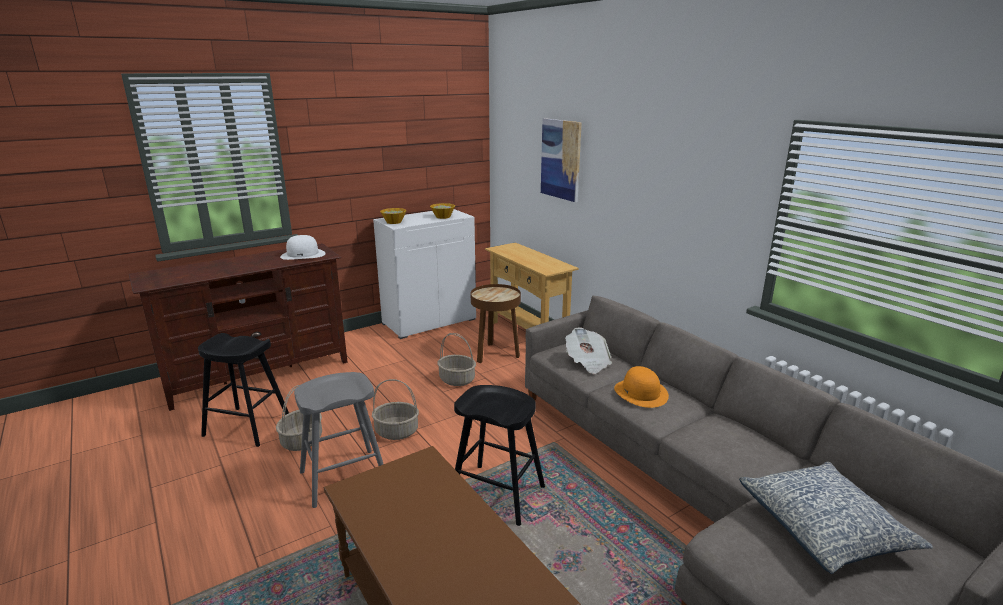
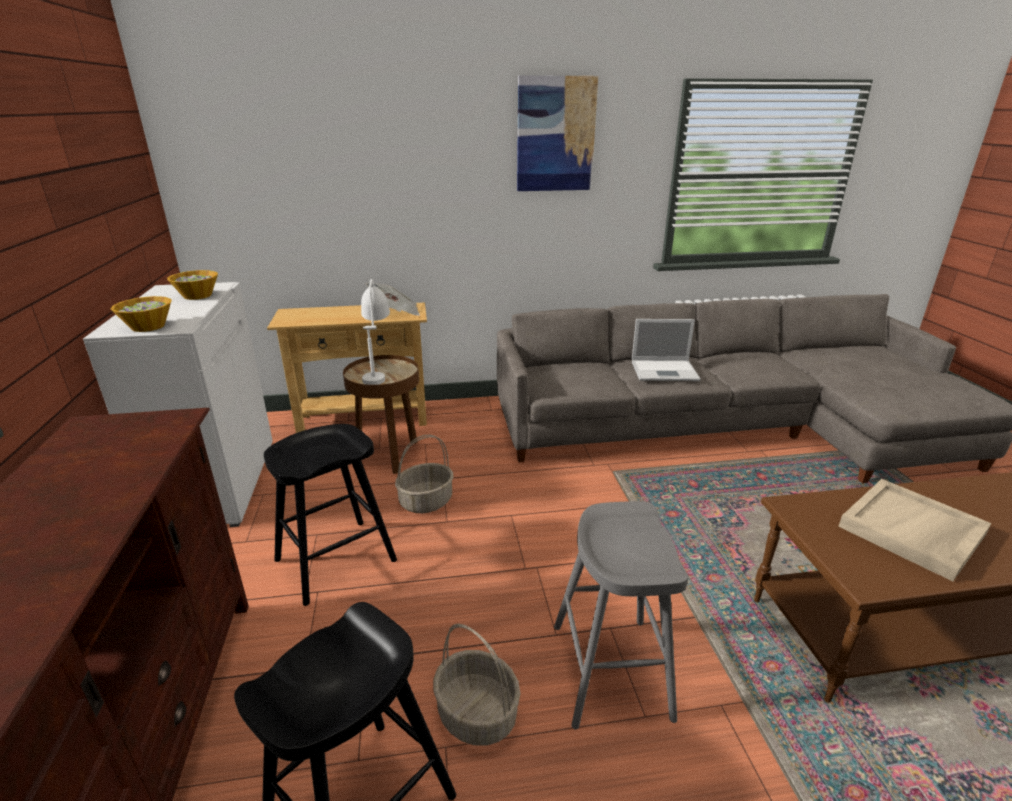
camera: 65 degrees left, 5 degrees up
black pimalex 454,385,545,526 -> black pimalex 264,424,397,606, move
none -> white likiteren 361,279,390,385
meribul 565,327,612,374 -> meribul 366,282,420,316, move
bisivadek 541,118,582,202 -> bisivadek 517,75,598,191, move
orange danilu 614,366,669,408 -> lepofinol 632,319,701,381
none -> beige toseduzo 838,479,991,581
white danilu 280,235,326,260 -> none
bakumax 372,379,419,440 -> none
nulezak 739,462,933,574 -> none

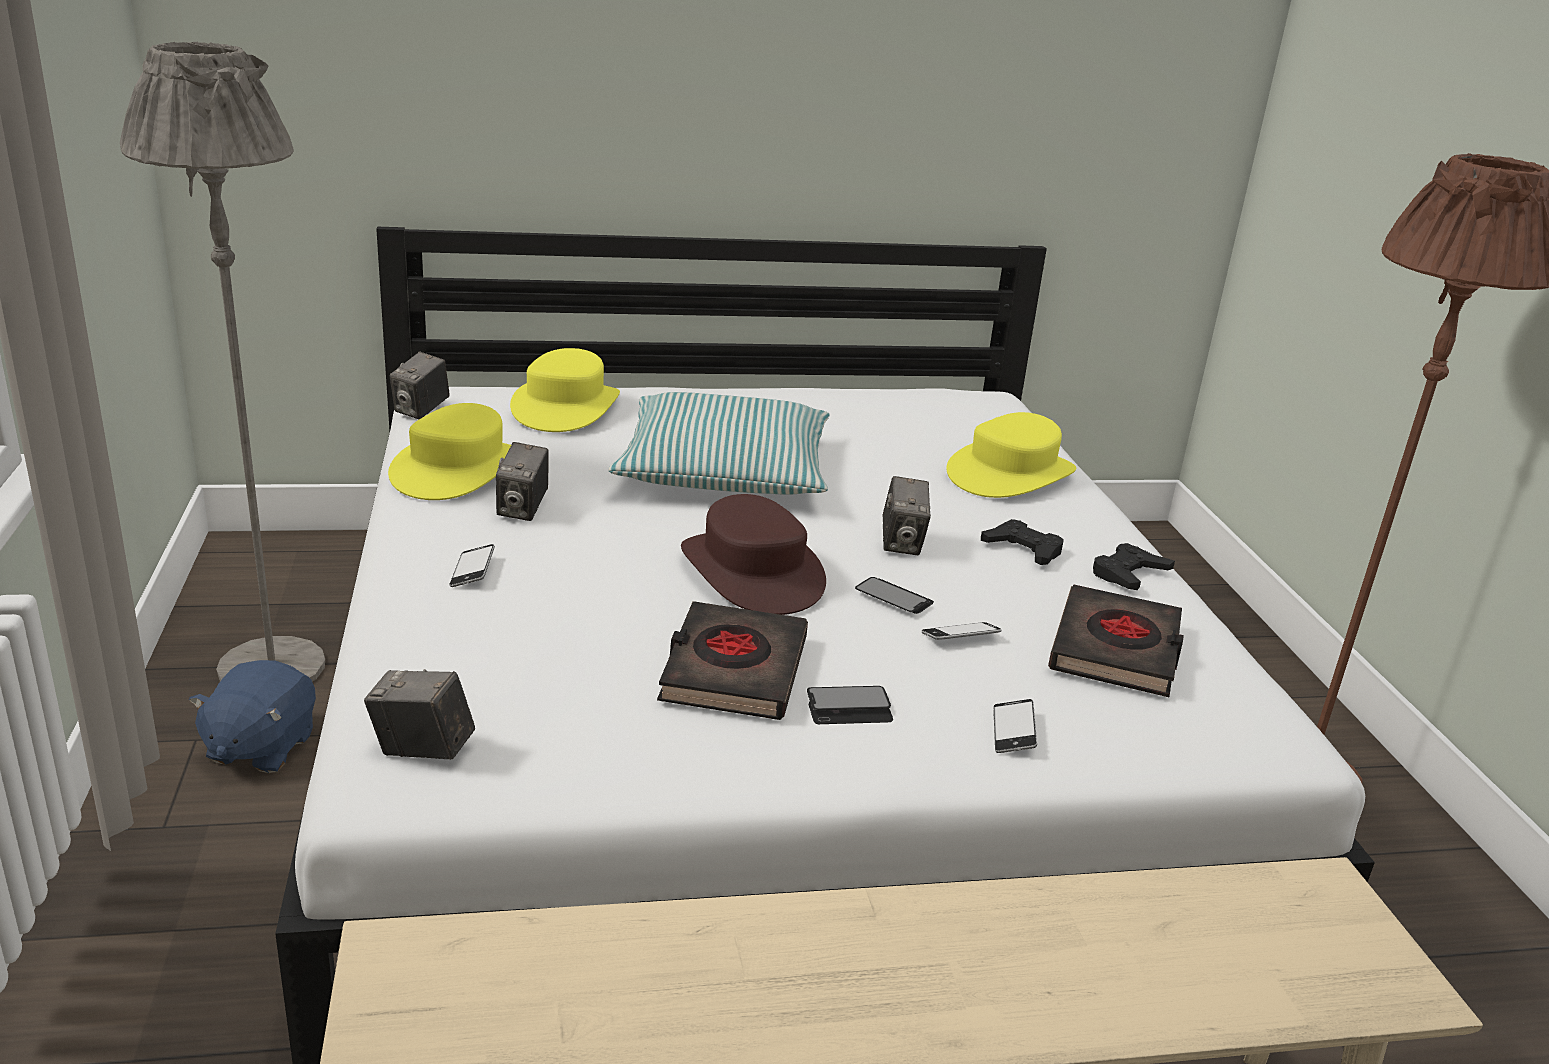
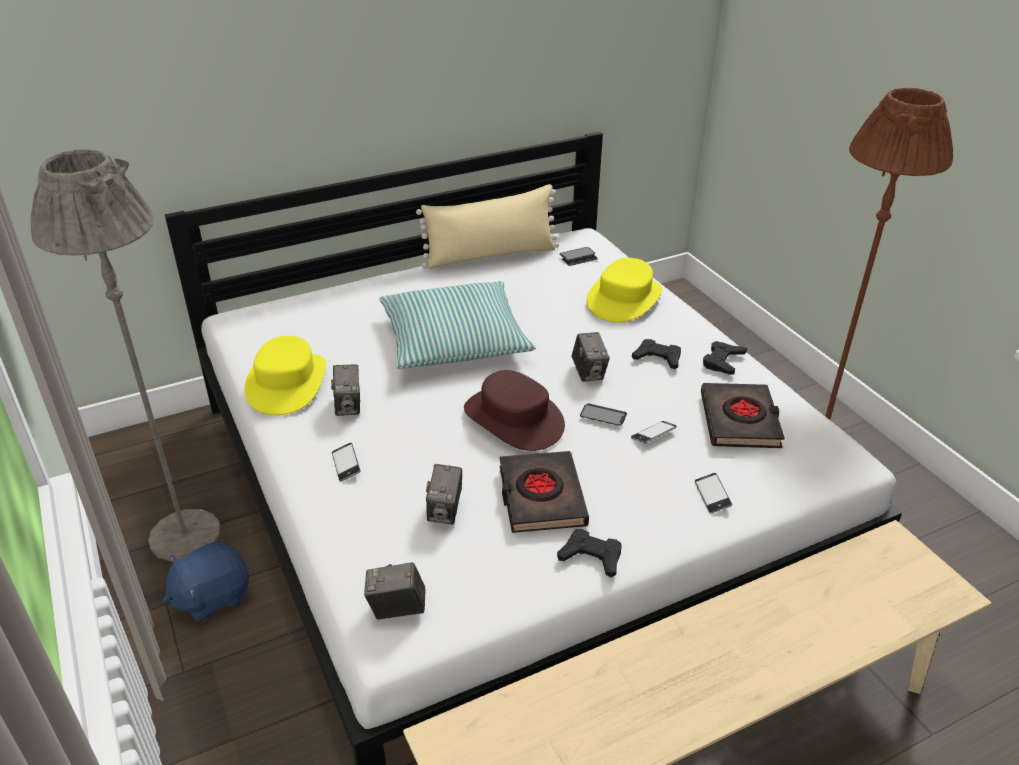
camera: 15 degrees left, 10 degrees up
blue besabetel 189,660,316,773 -> blue besabetel 163,541,249,623, 60 degrees clockwise
none -> beige nulezak 416,184,559,269
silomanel 389,352,450,419 -> silomanel 426,464,462,524, move
none -> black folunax 557,529,622,577
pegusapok 807,686,893,724 -> pegusapok 560,247,598,266, move
yellow danilu 510,348,620,432 -> none

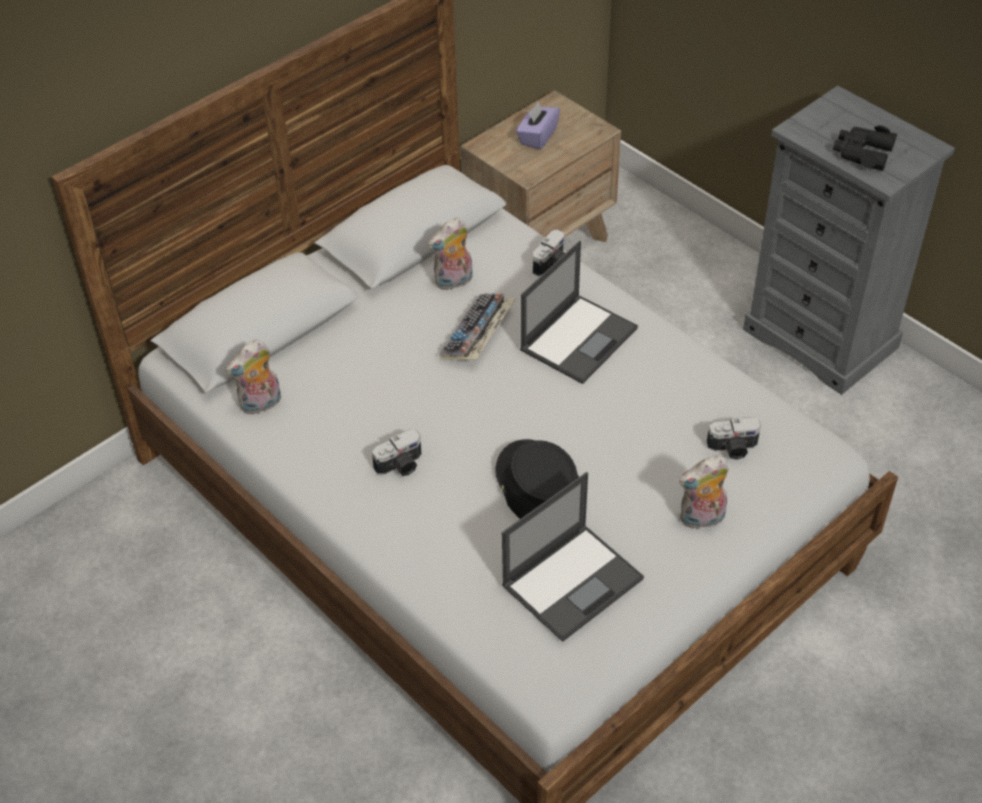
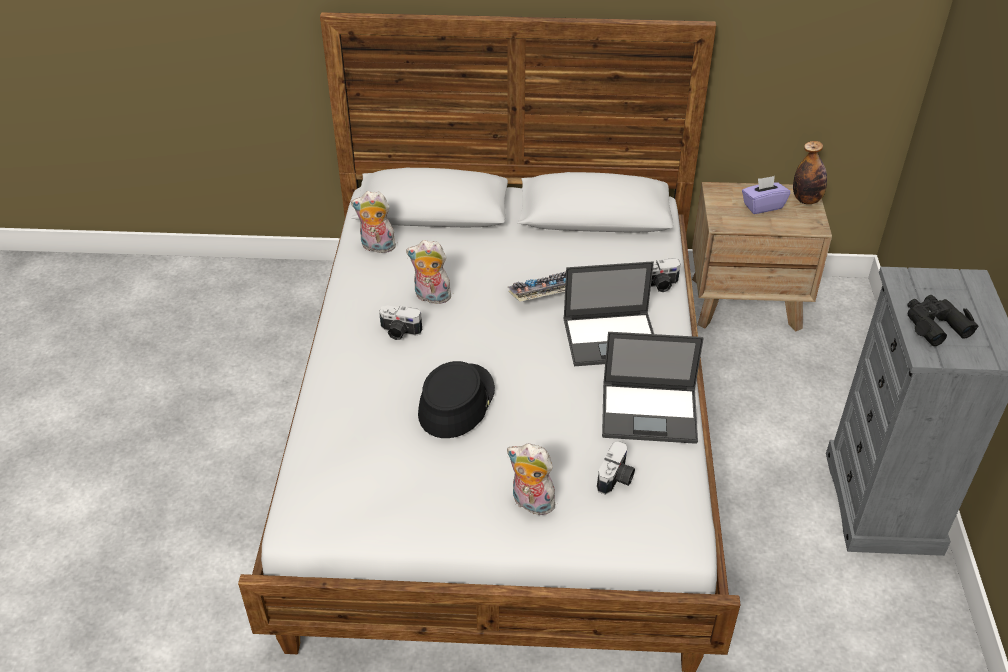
camera: 45 degrees right, 5 degrees down
besabetel 428,217,473,290 -> besabetel 406,240,451,304, move
silomanel 707,417,761,460 -> silomanel 597,441,635,495, 105 degrees counterclockwise
lepofinol 502,472,644,642 -> lepofinol 602,332,704,444, move
none -> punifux 793,141,827,204

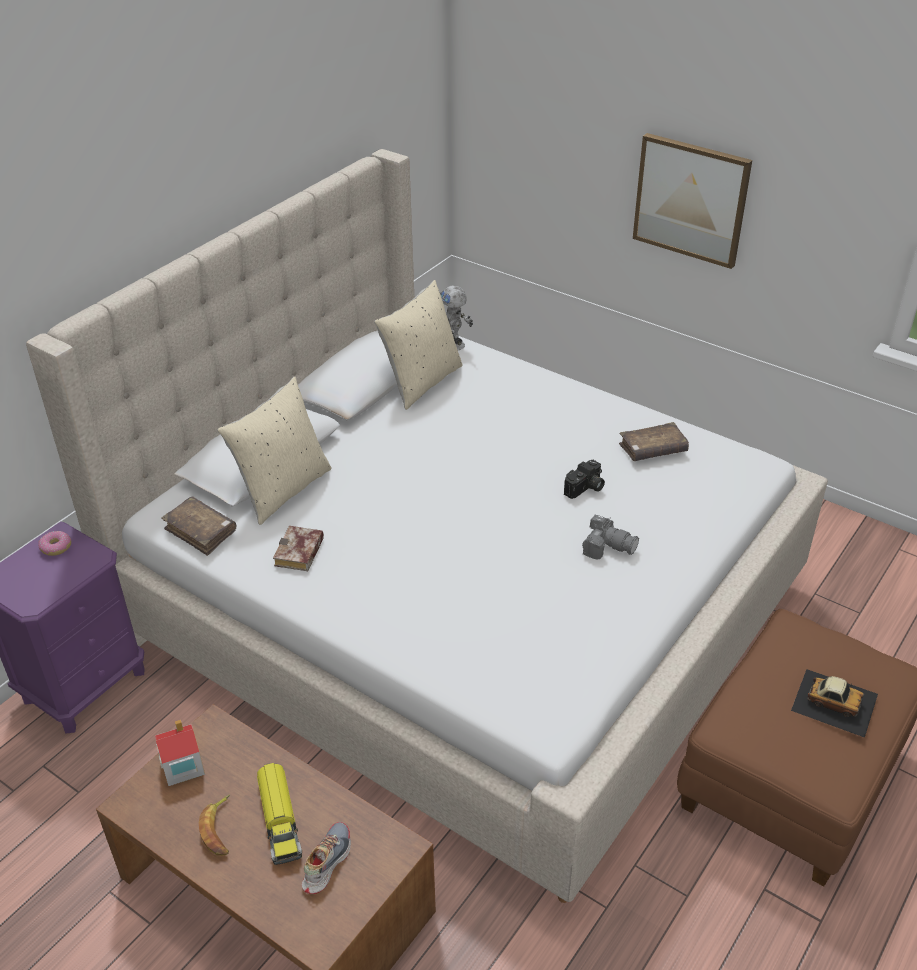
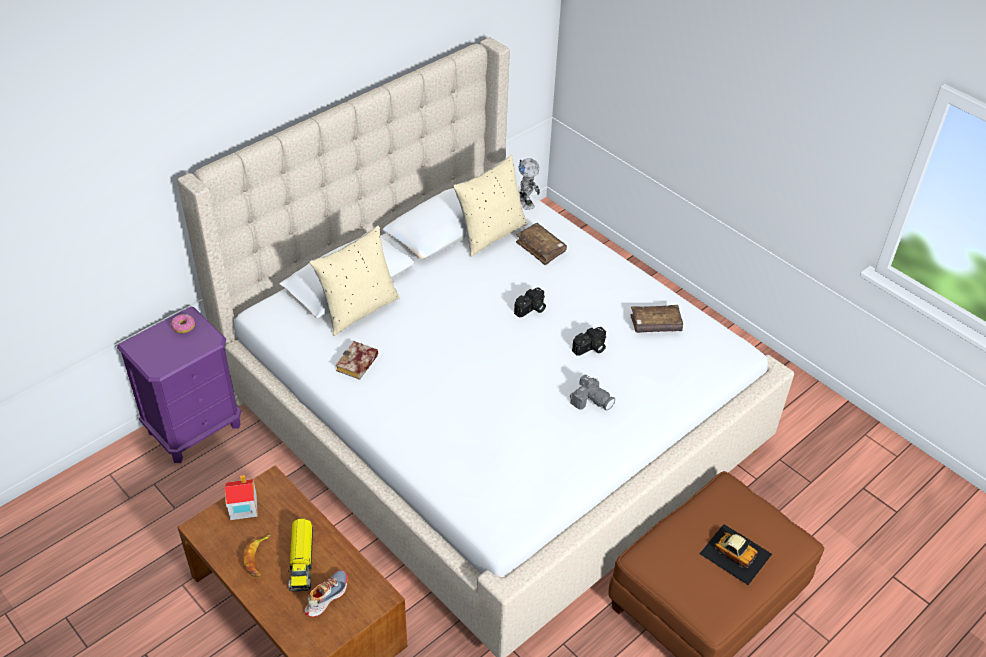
camera: 10 degrees right, 5 degrees up
none -> silomanel 514,287,546,318
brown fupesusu 161,497,236,556 -> brown fupesusu 516,223,567,265, move
bisivadek 633,133,752,269 -> none

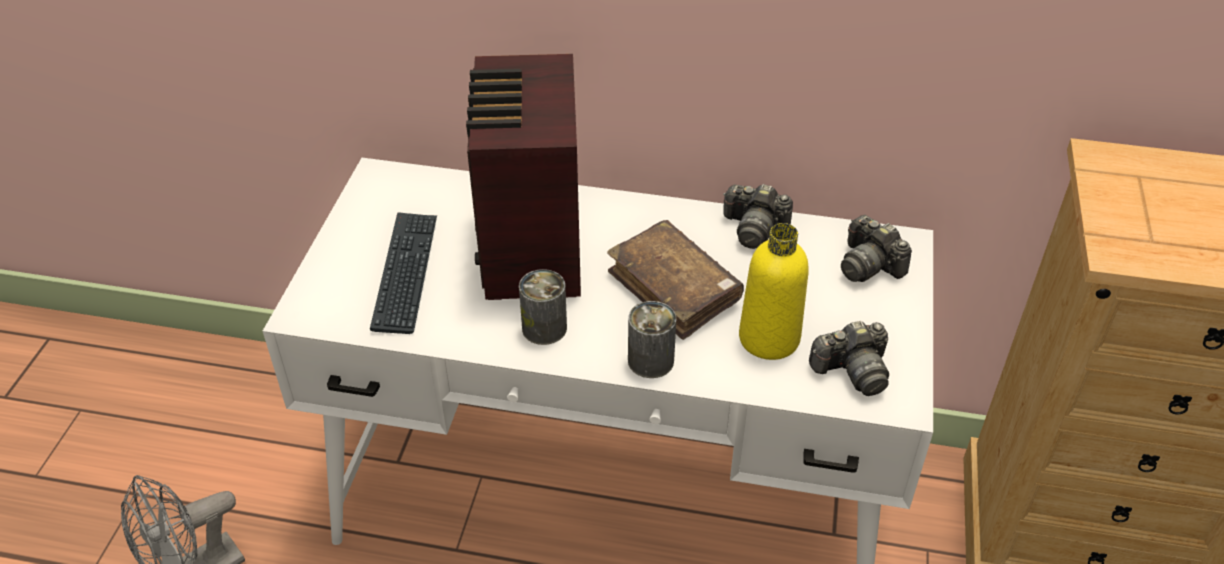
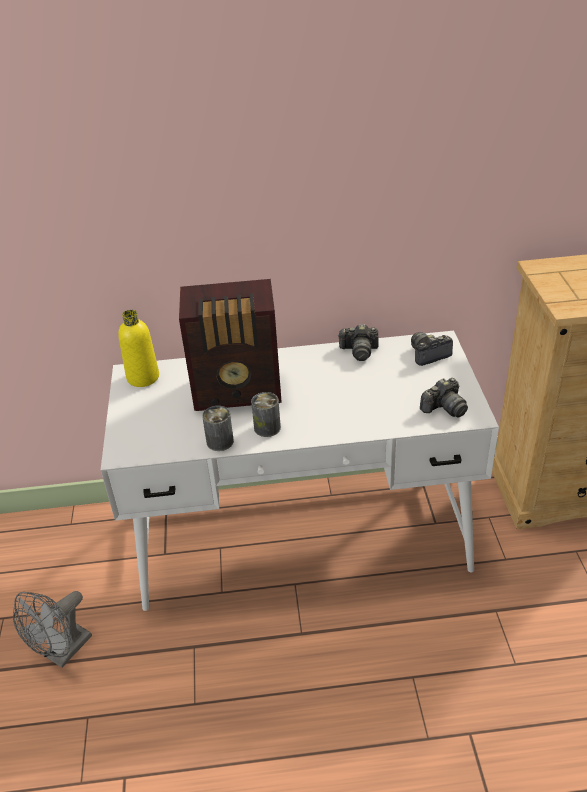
camera: 15 degrees left, 5 degrees down
yellow punifux 739,223,809,360 -> yellow punifux 118,310,159,387, move
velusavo 466,54,581,300 -> velusavo 179,279,282,411, 75 degrees counterclockwise
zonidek 628,301,676,378 -> zonidek 202,406,234,451, move
silomanel 841,215,912,282 -> silomanel 411,332,453,366, 120 degrees clockwise
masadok 370,212,437,334 -> none
brown fupesusu 607,220,744,340 -> none

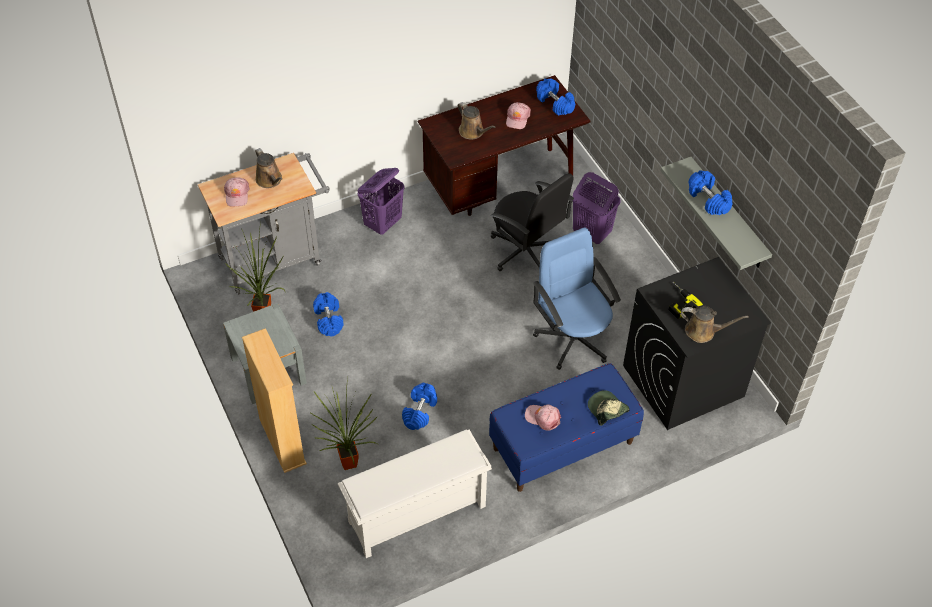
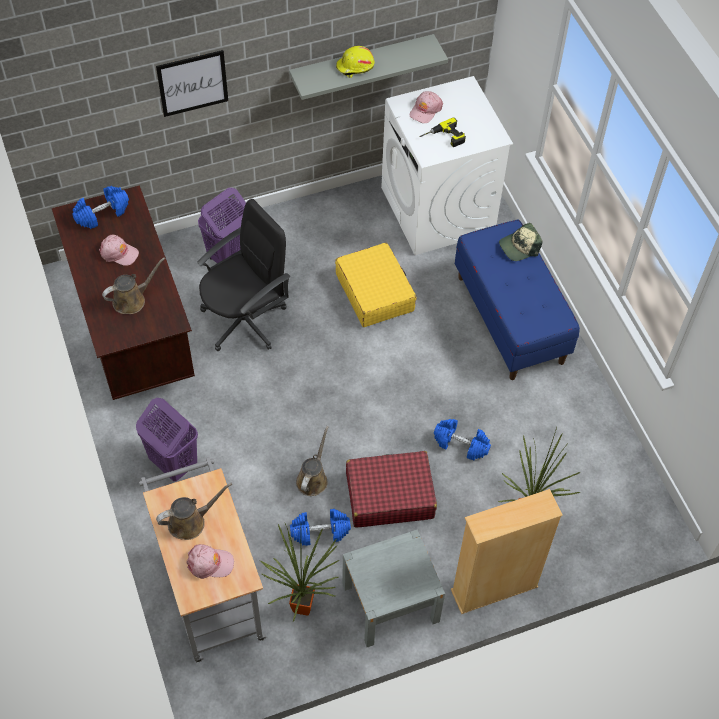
camera: 85 degrees left, 5 degrees up
none -> bisivadek 156,50,228,117
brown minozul 681,306,749,343 -> brown minozul 296,426,329,496, move
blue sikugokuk 533,228,621,370 -> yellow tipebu 335,243,417,327
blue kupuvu 688,170,733,215 -> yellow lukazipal 336,46,375,78
none -> red tipebu 346,451,437,528
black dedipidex 623,257,771,430 -> white dedipidex 381,76,513,255
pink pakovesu 525,405,561,431 -> pink pakovesu 410,91,443,123, move
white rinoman 338,430,492,558 -> none

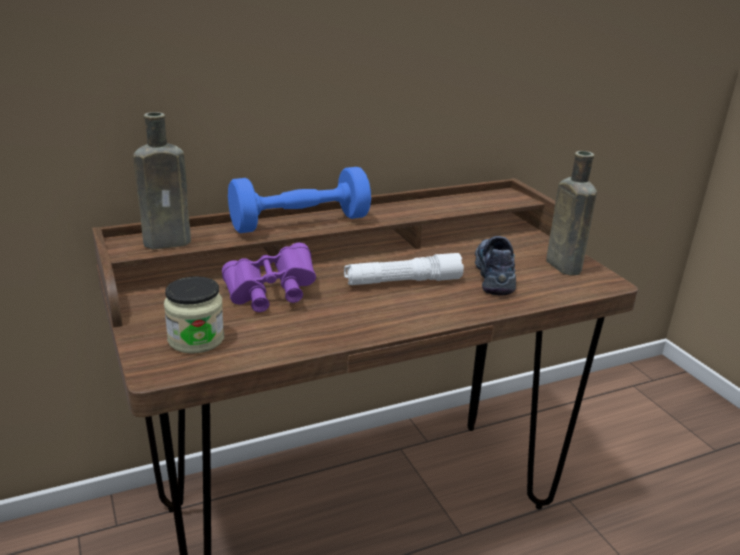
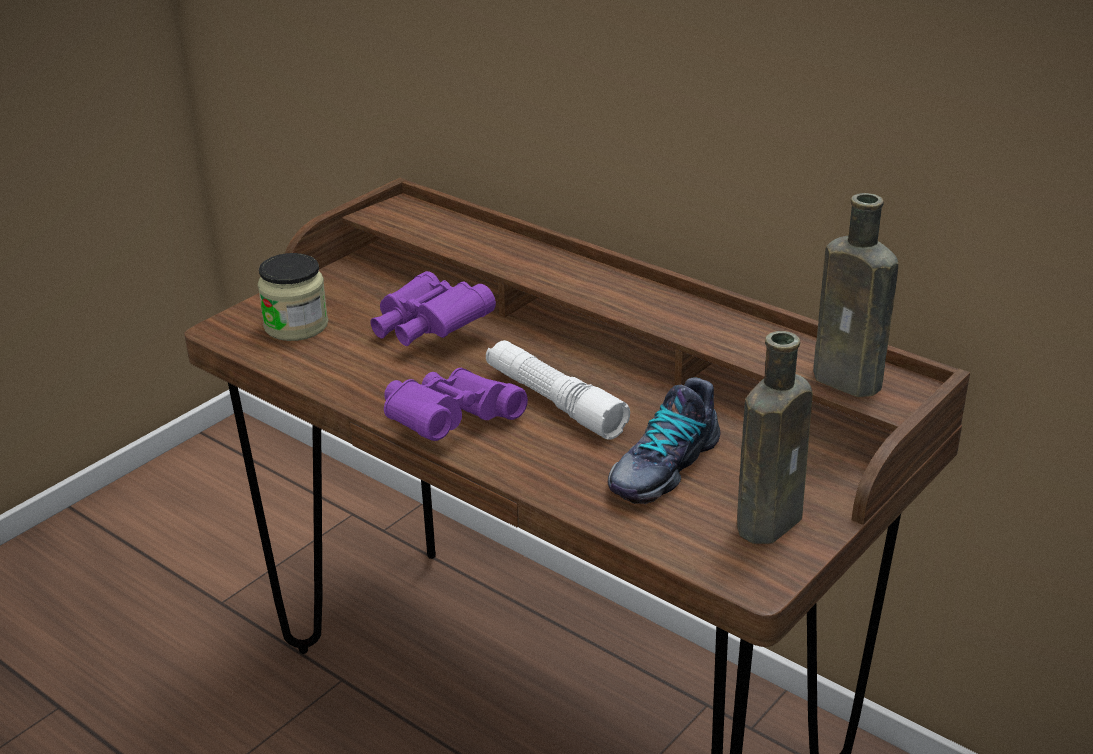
camera: 65 degrees right, 5 degrees up
none -> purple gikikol 384,368,528,441
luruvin 475,236,516,296 -> luruvin 608,377,720,504, 150 degrees clockwise
brown punifux 133,112,191,249 -> brown punifux 813,193,898,397, move
blue kupuvu 228,167,371,233 -> none

